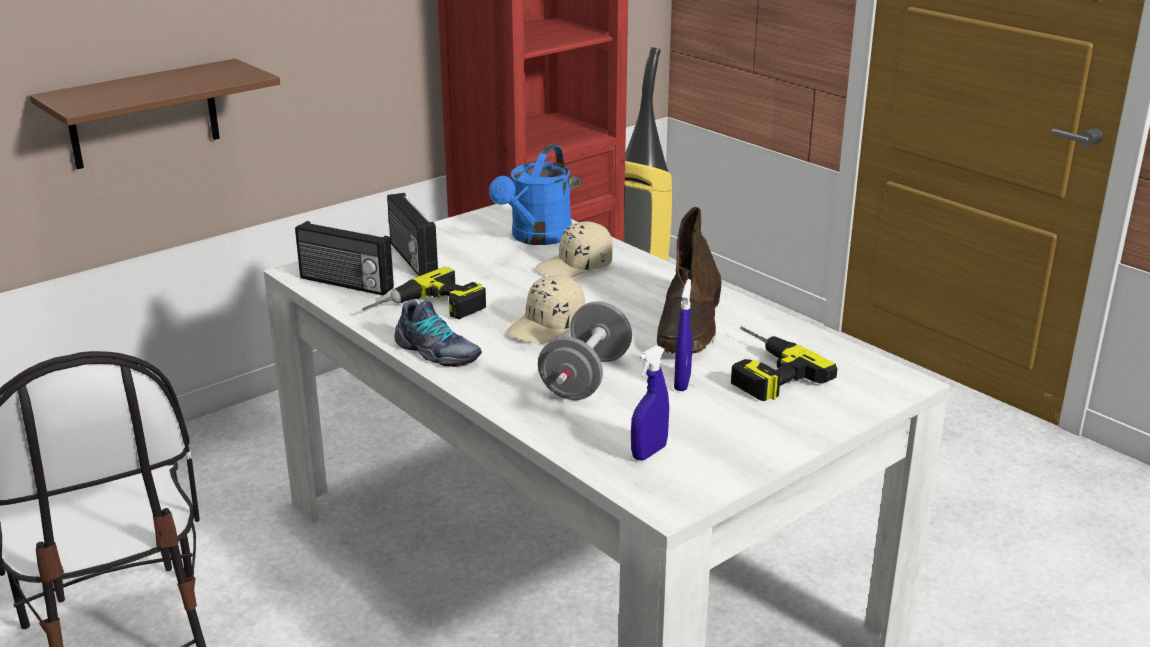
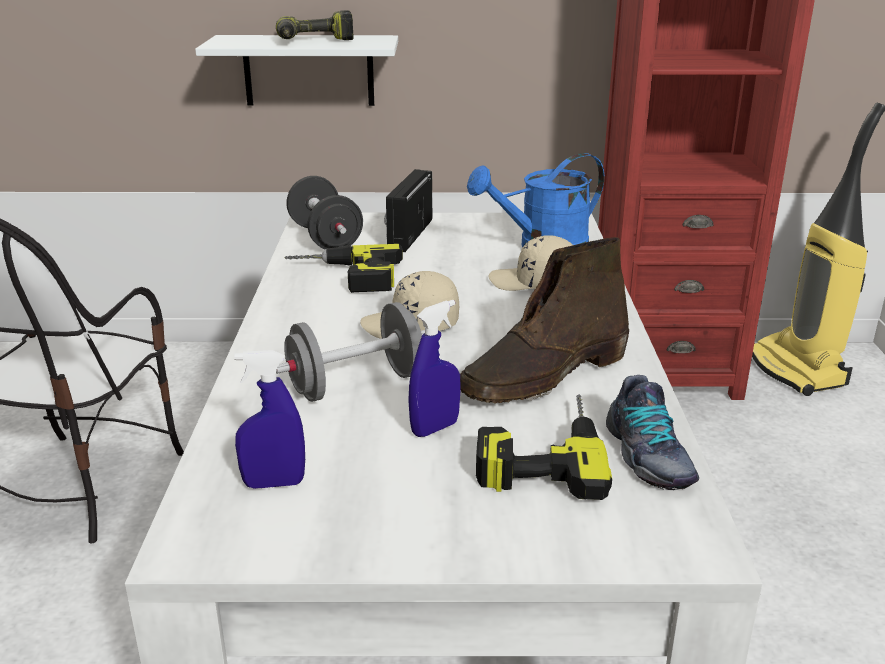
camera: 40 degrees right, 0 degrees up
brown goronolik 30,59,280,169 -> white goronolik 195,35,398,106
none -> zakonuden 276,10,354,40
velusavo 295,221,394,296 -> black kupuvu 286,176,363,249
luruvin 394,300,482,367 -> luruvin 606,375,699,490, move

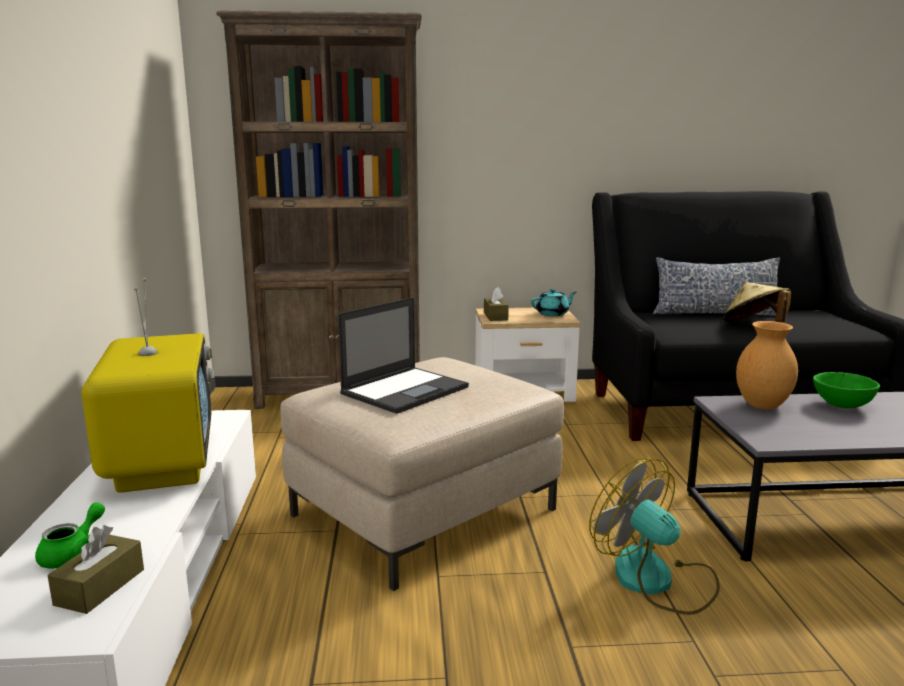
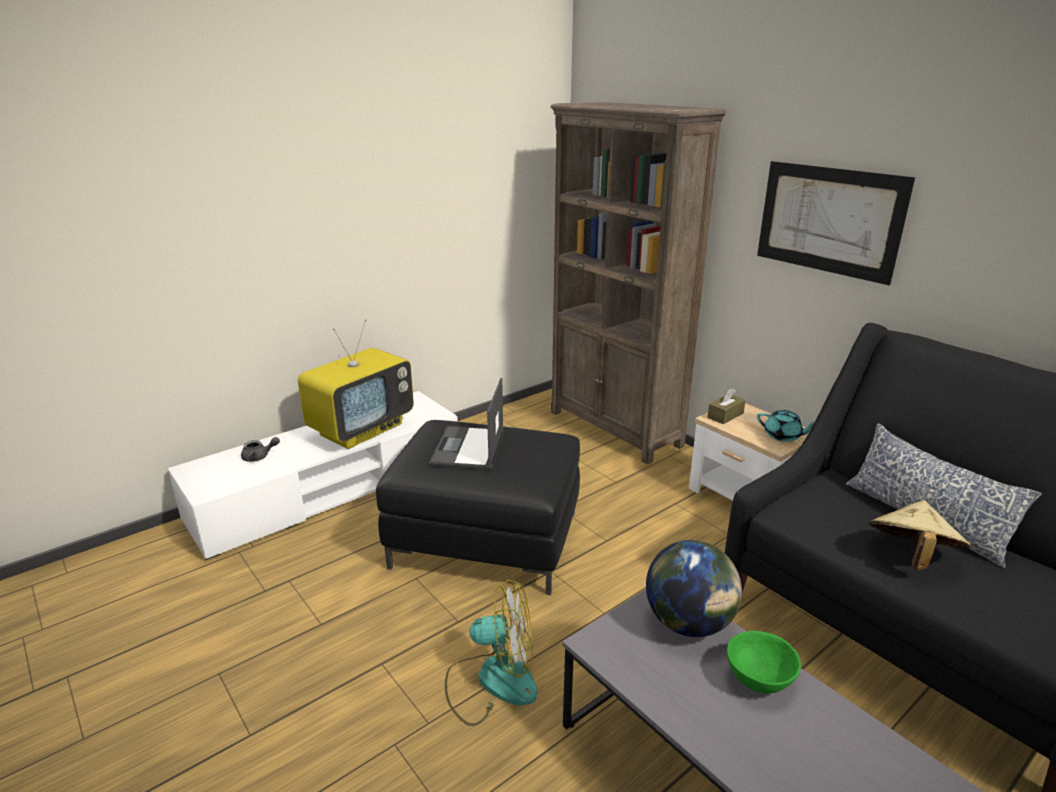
camera: 55 degrees right, 10 degrees up
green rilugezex 35,502,105,569 -> grey rilugezex 241,437,280,462
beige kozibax 280,357,564,591 -> black kozibax 376,420,580,595
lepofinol 338,297,469,414 -> lepofinol 429,378,504,470, 90 degrees clockwise
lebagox 589,458,720,615 -> lebagox 445,579,538,726, 75 degrees clockwise
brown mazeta 736,321,798,409 -> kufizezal 646,540,742,637
none -> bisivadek 757,161,915,285
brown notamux 48,525,144,614 -> none

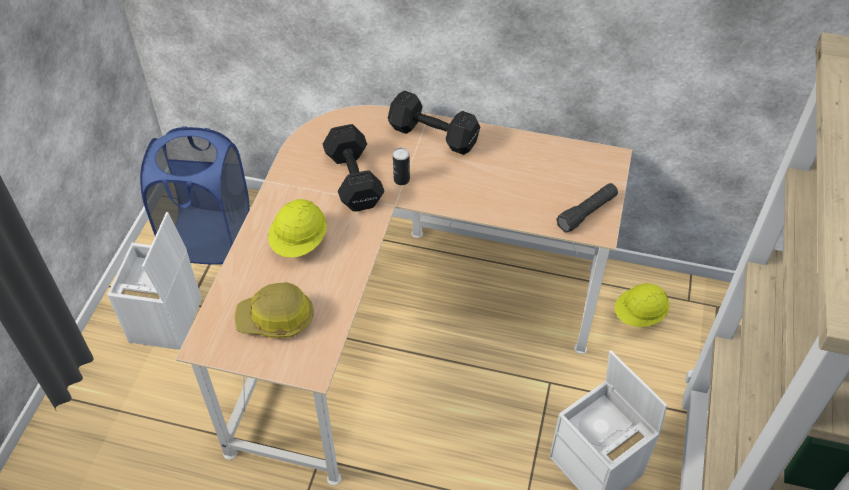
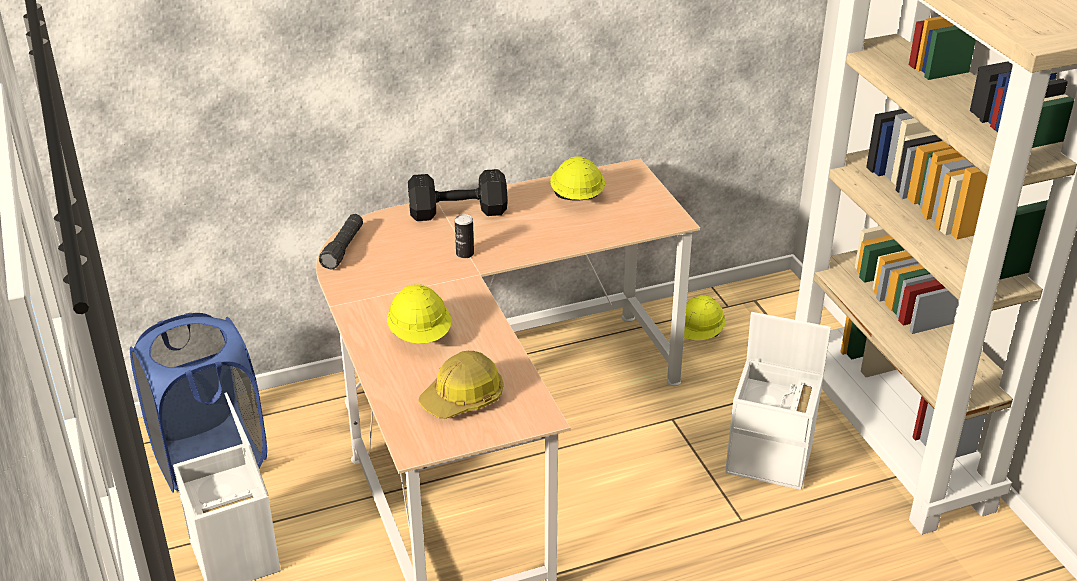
camera: 35 degrees left, 15 degrees down
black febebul 556,183,618,232 -> black febebul 319,214,363,270, move
none -> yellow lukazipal 550,156,605,201
black kupuvu 323,124,384,211 -> none

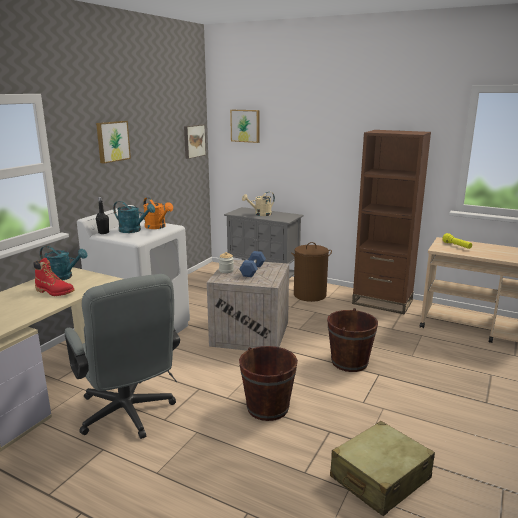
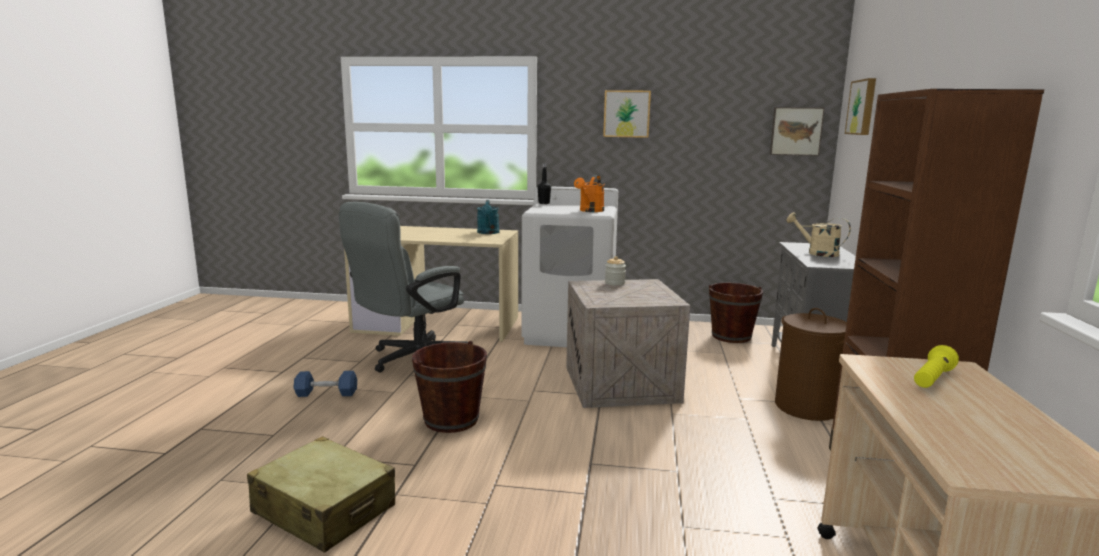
camera: 70 degrees right, 5 degrees down
blue kupuvu 239,251,266,277 -> blue kupuvu 293,371,357,397, move
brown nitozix 327,308,378,372 -> brown nitozix 709,283,763,343, move
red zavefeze 33,258,75,296 -> none
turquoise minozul 113,201,155,233 -> none

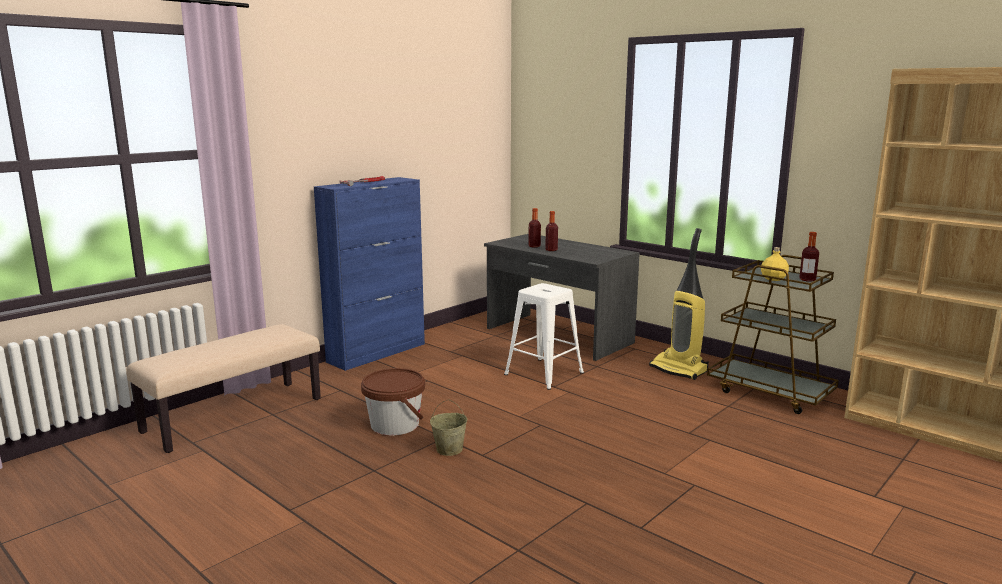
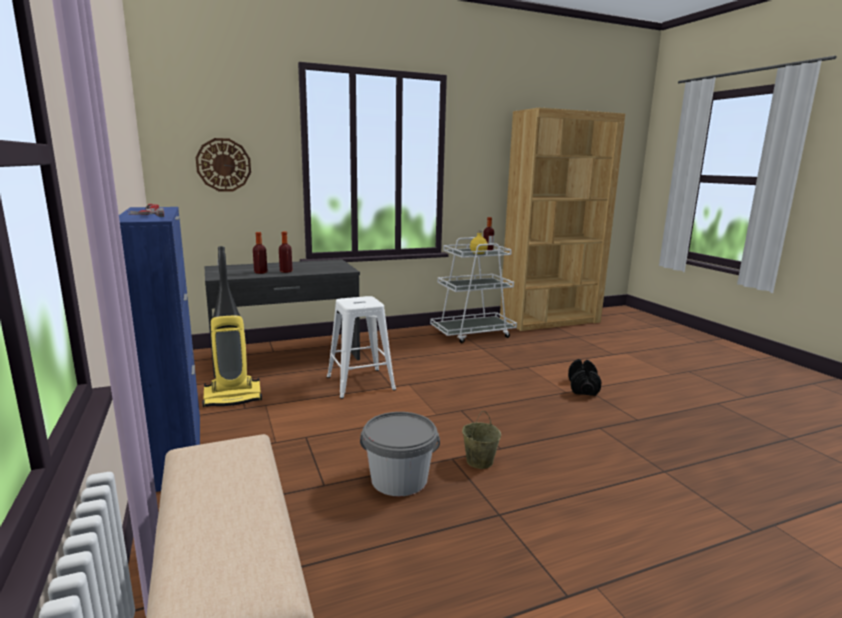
camera: 65 degrees left, 0 degrees up
none -> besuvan 196,138,251,191
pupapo 649,228,709,380 -> pupapo 202,246,262,407, move
brown nitozix 361,368,425,435 -> grey nitozix 360,412,440,496
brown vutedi 707,255,839,414 -> white vutedi 430,237,517,343
none -> black kupuvu 568,359,602,396

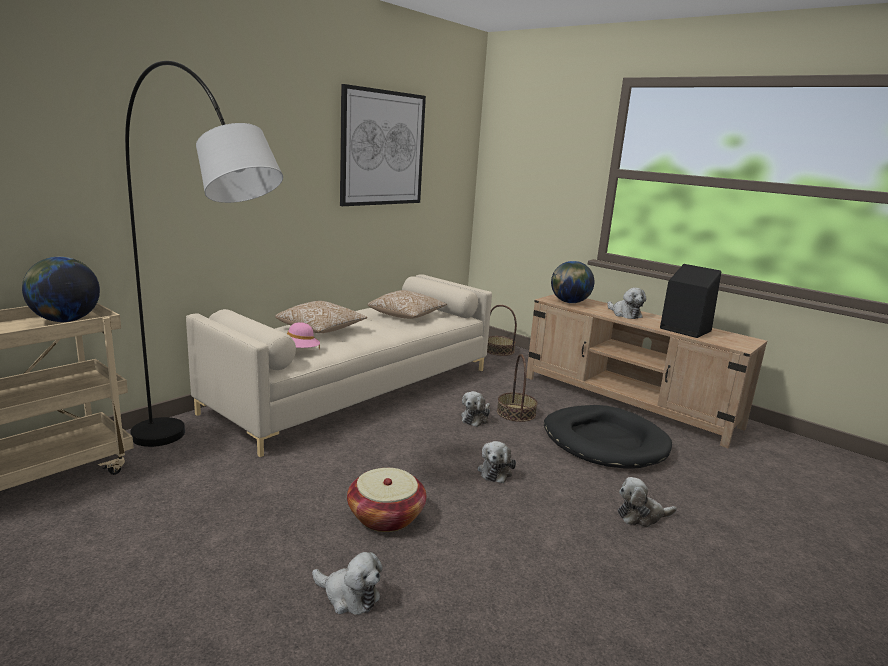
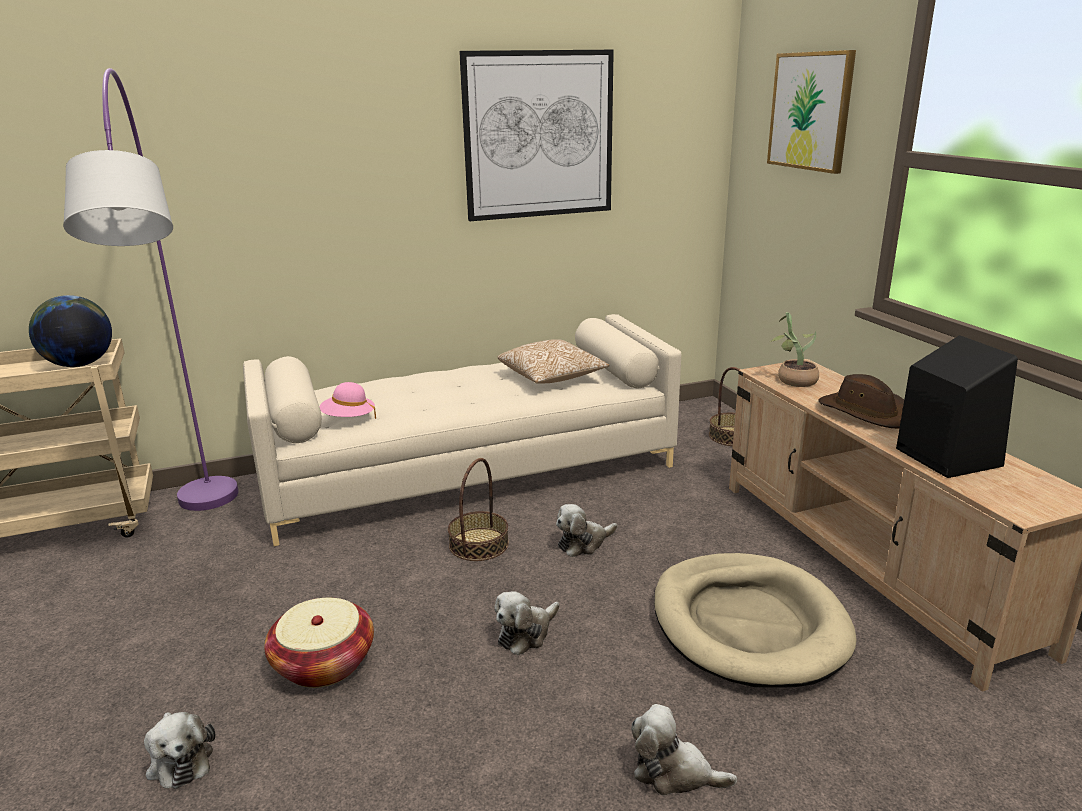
camera: 30 degrees right, 5 degrees up
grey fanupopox 125,61,283,447 -> purple fanupopox 63,68,239,511
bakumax 497,354,538,422 -> bakumax 448,458,509,561, move
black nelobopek 544,405,672,469 -> beige nelobopek 654,553,857,688
none -> bisivadek 767,50,856,174
kufizezal 551,261,594,303 -> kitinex 770,312,819,387
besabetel 607,287,646,319 -> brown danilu 818,374,904,429
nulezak 275,301,367,333 -> none

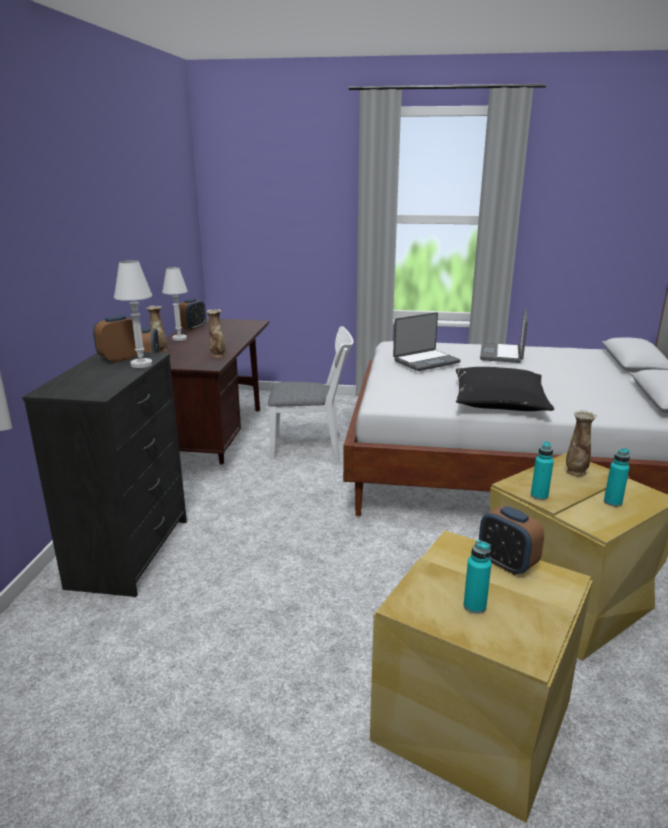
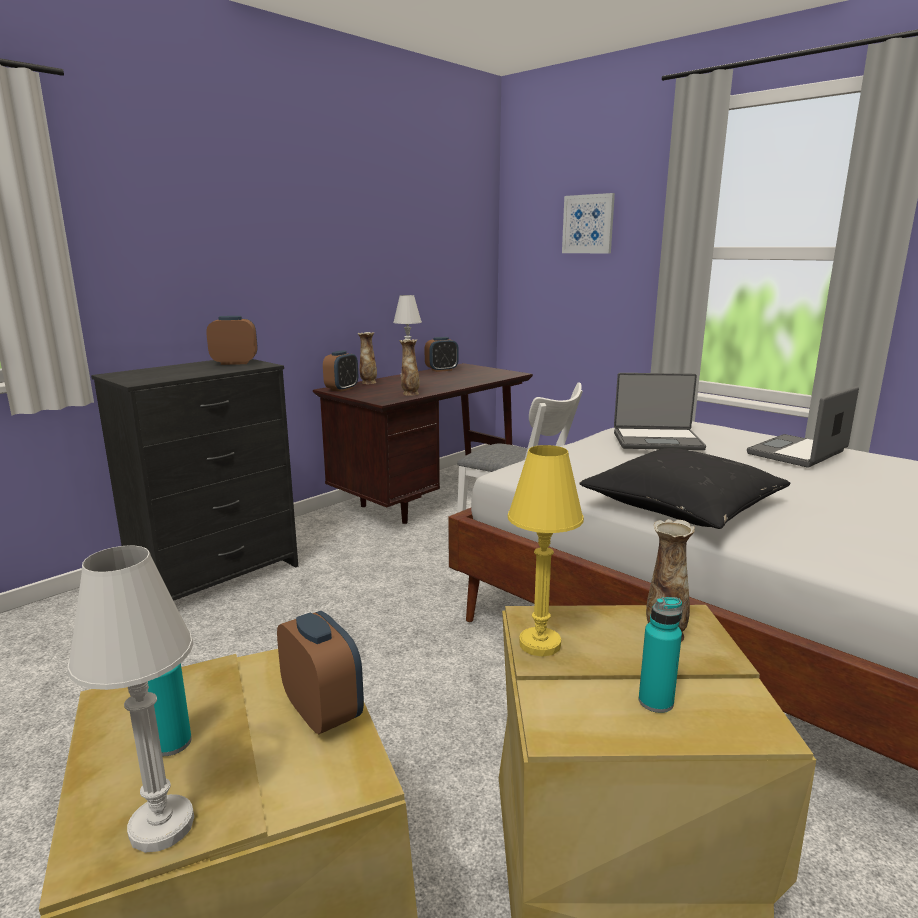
camera: 35 degrees right, 5 degrees down
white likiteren 114,260,152,368 -> white likiteren 67,545,194,853, move
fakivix 479,505,544,575 -> fakivix 277,611,364,735, 150 degrees clockwise
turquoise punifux 531,442,554,500 -> yellow likiteren 508,445,584,657
none -> bisivadek 562,193,615,253

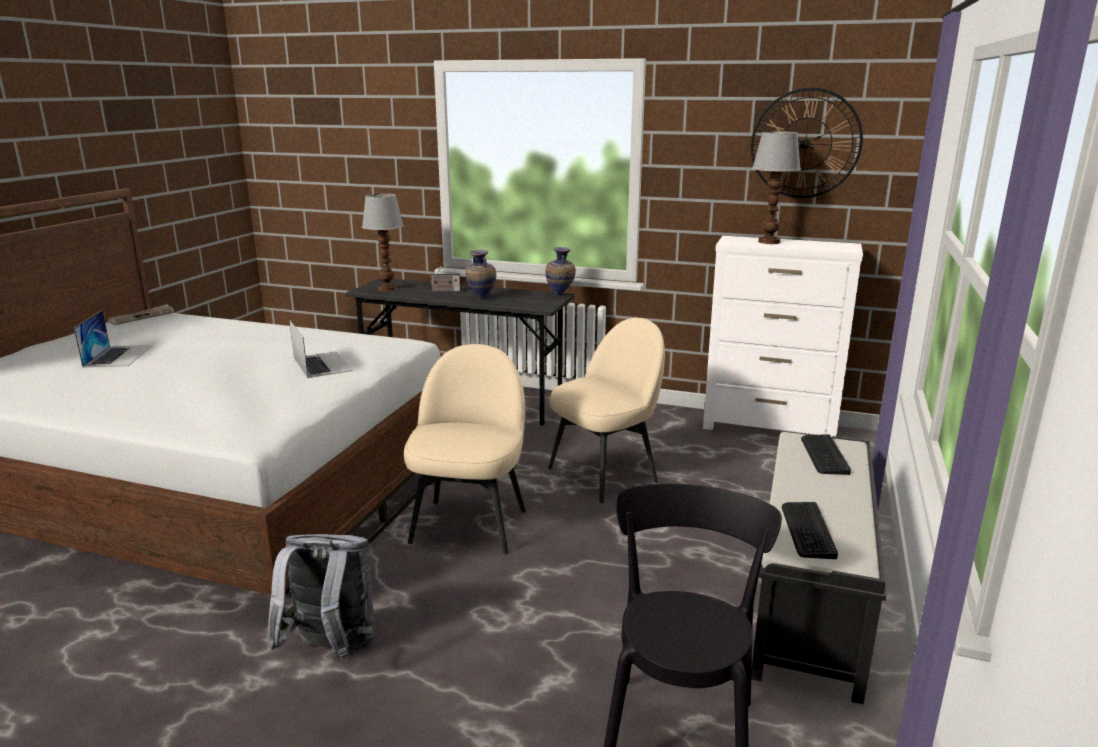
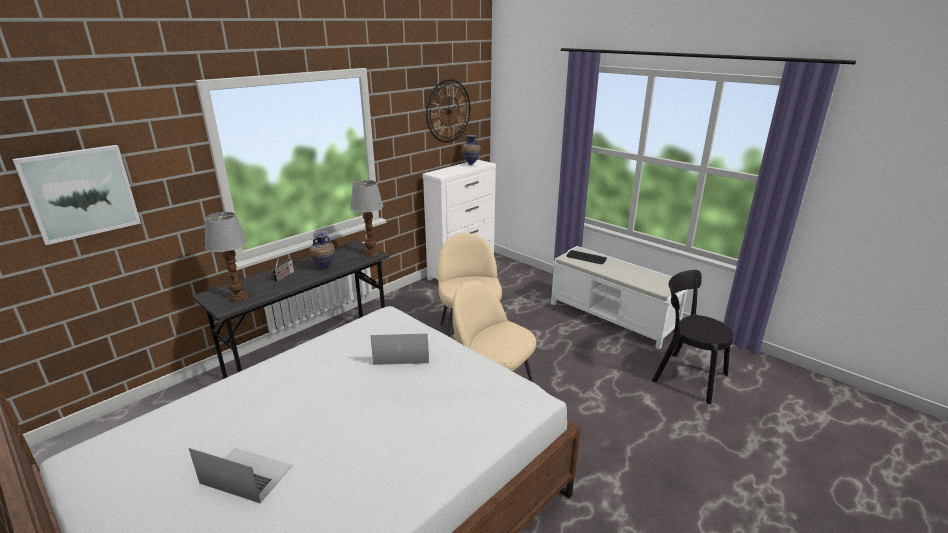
camera: 65 degrees left, 5 degrees up
none -> bisivadek 12,145,141,245
likiteren 752,131,801,244 -> likiteren 350,180,384,257, move
mazeta 545,247,576,295 -> mazeta 462,135,481,165, move
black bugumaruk 751,432,886,704 -> white bugumaruk 551,246,688,350
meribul 107,304,174,325 -> none
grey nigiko 268,534,375,660 -> none
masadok 782,502,838,559 -> none

